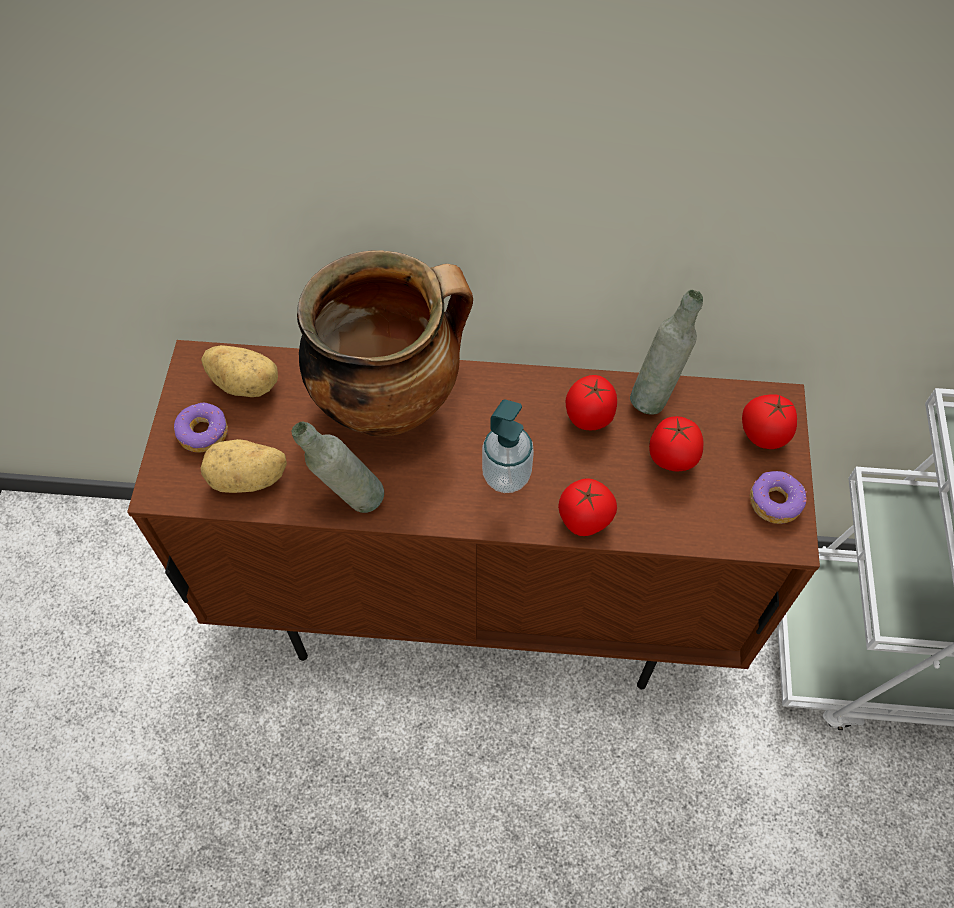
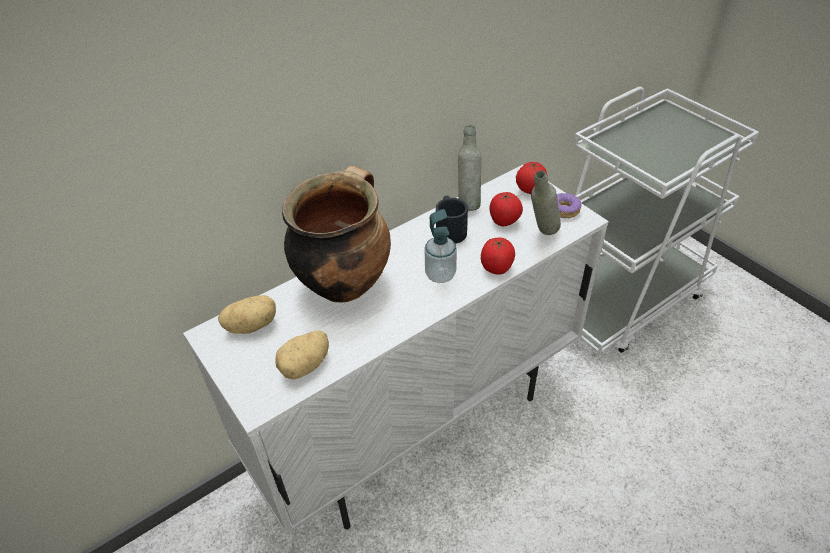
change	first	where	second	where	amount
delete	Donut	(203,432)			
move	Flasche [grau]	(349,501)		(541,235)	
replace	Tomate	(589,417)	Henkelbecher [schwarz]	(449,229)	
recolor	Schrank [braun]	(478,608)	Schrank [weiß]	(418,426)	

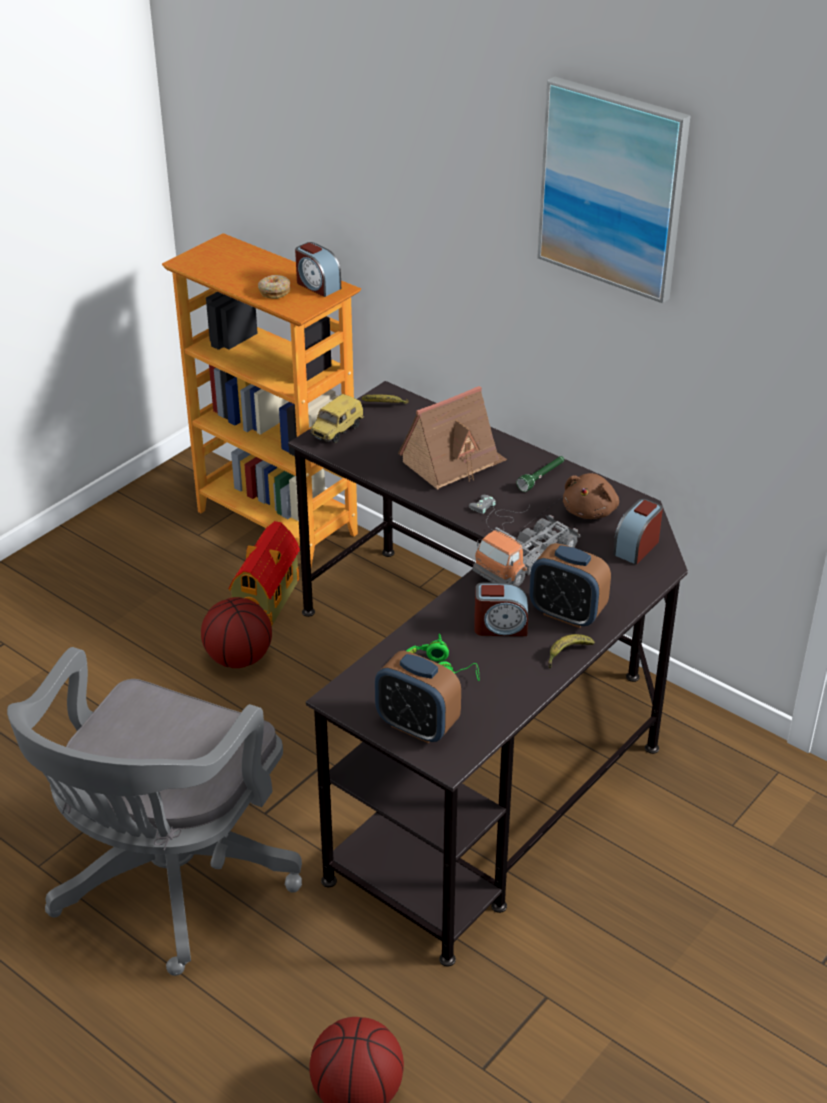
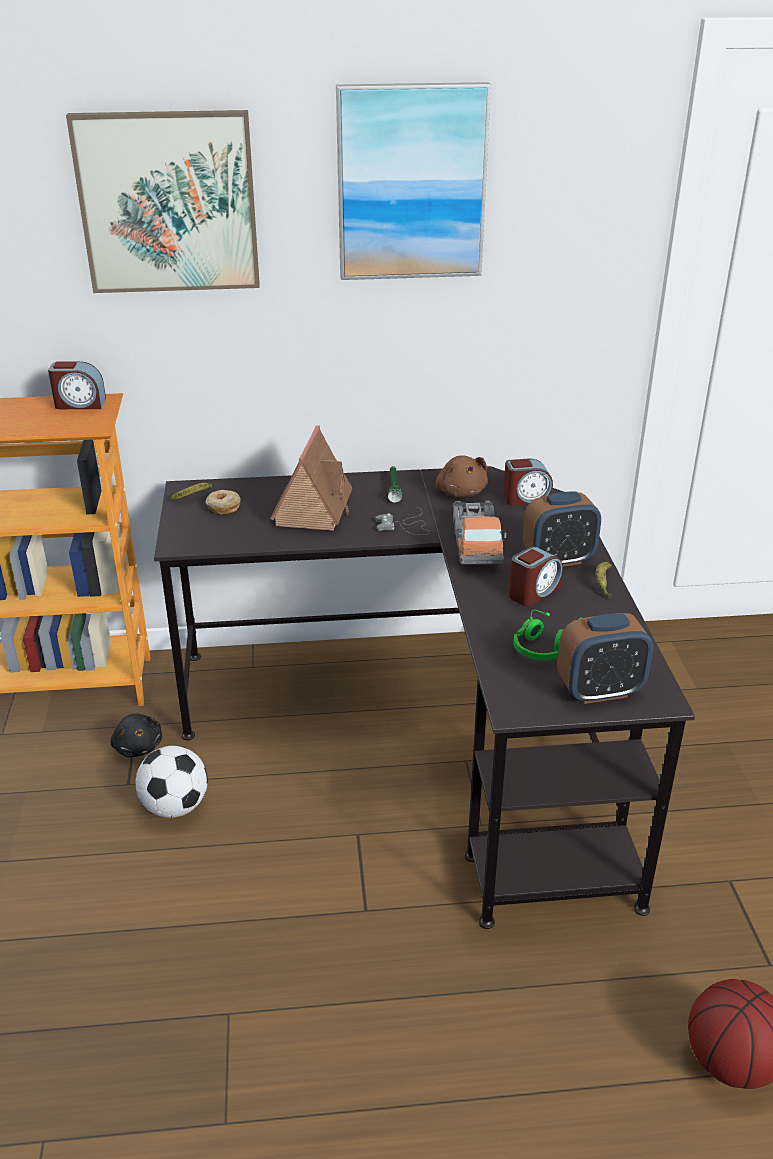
change	first	where	second	where	amount
delete	Bürostuhl [grau]	(167,882)			
delete	Spielzeugauto	(337,432)			
insert			Bild	(168,202)	
move	Donut	(274,291)		(223,507)	
replace	Basketball	(239,658)	Fußball	(175,806)	
replace	Spielzeughaus	(268,599)	Plüschtier [schwarz]	(138,746)	
rotate	Wecker	(636,547)		(526,498)	90 degrees counterclockwise

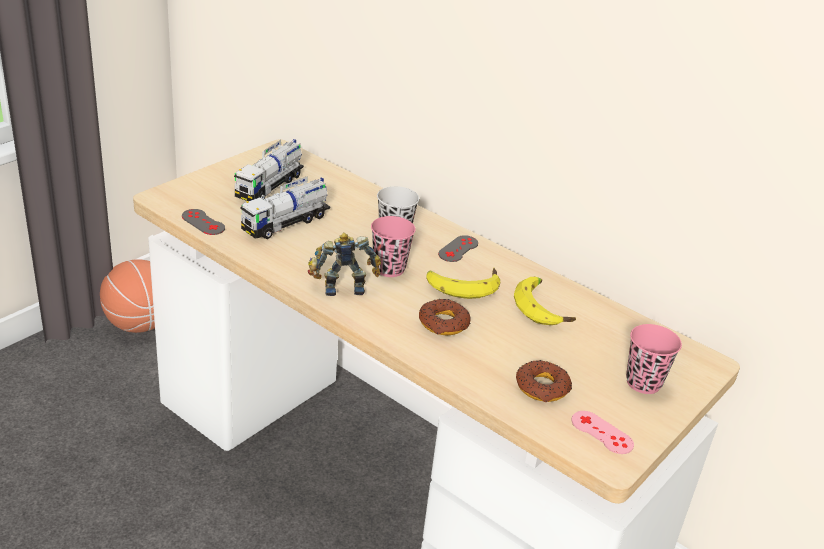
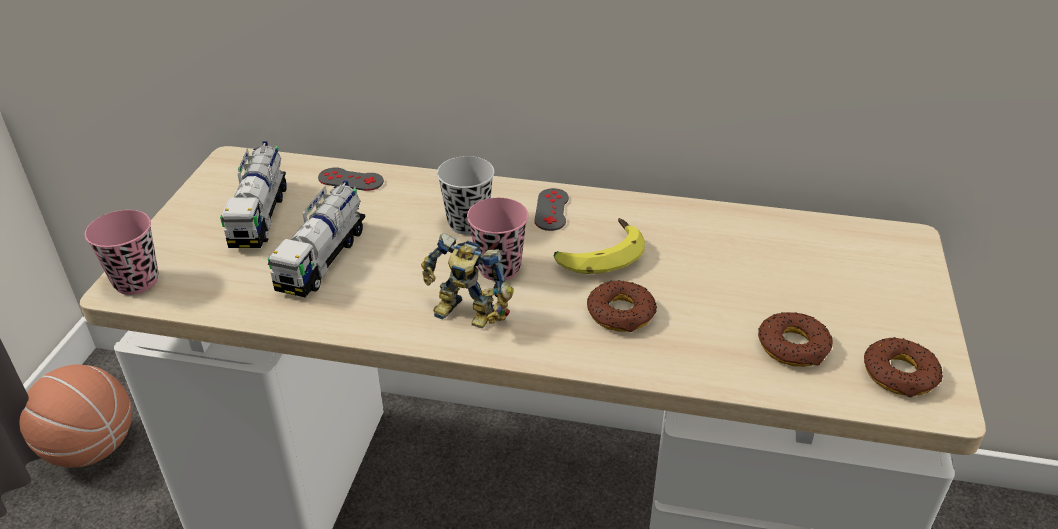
change	first	where	second	where	amount
delete	Banane	(543,308)			
move	Gamepad [grau]	(203,222)		(350,180)	
move	Tasse [rosa]	(643,383)		(136,281)	
replace	Gamepad [rosa]	(602,432)	Donut	(900,374)	
rotate	Spielzeugroboter	(342,286)		(465,316)	120 degrees counterclockwise

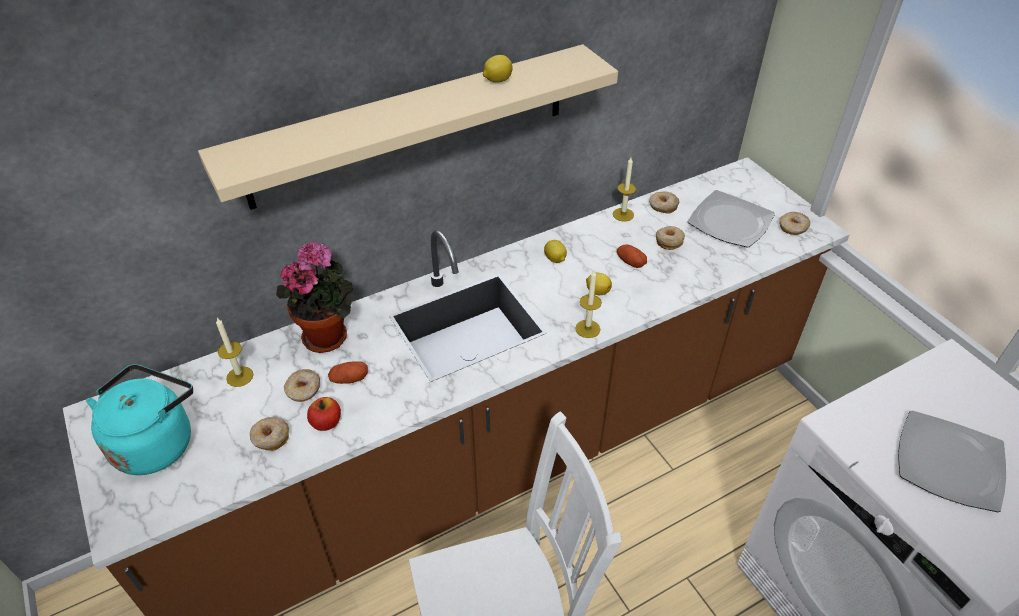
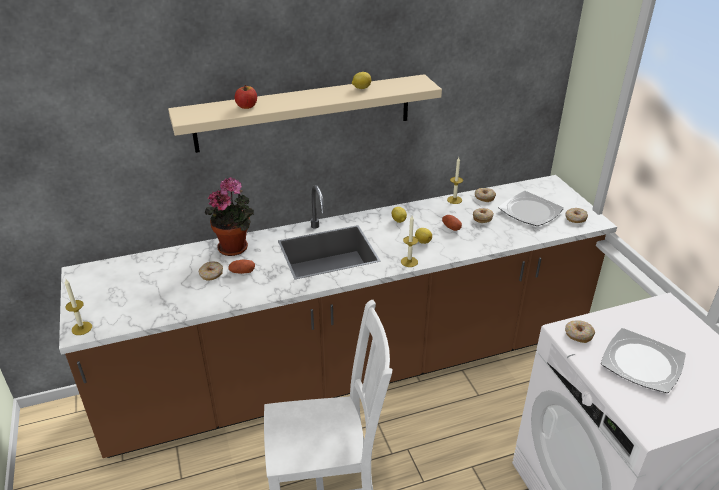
change	first	where	second	where	amount
delete	Wasserkessel [türkis]	(156,441)			
move	Kerze	(239,376)		(81,328)	
move	Donut	(270,438)		(578,335)	
move	Apfel	(326,422)		(247,106)	

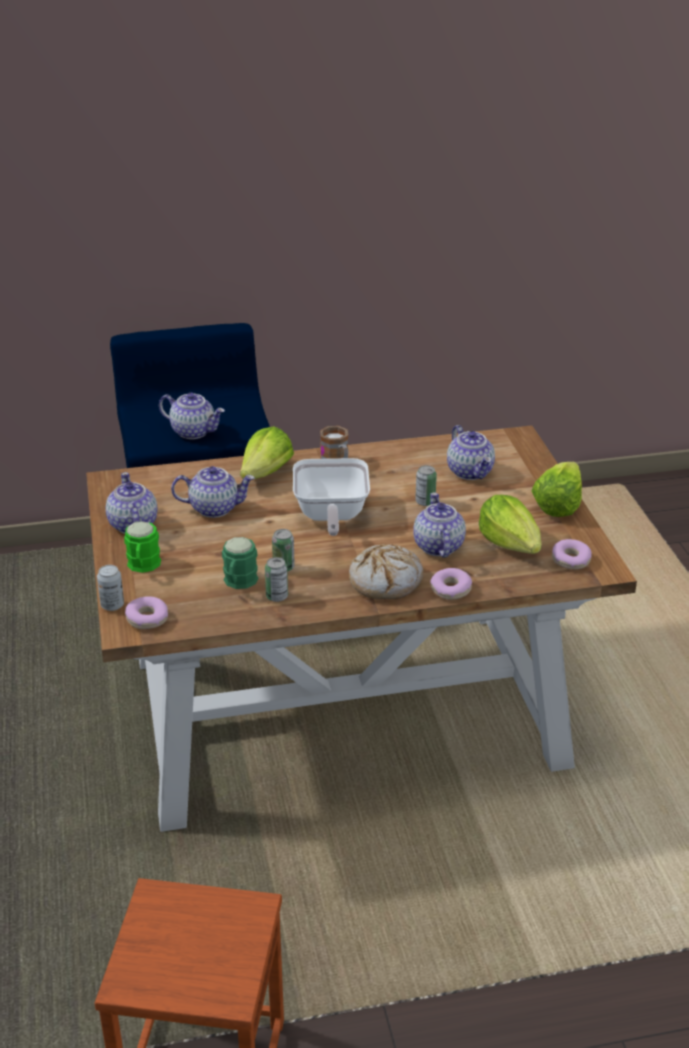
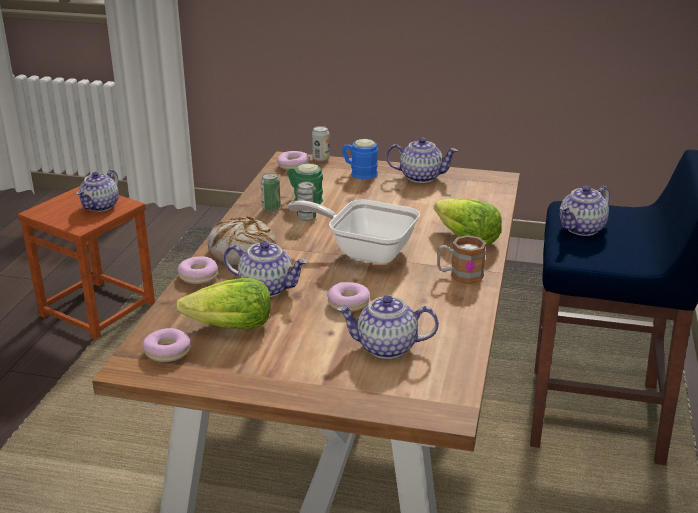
change	first	where	second	where	amount
delete	Salatkopf	(557,504)			
move	Teekanne	(215,508)		(101,206)	
replace	Dose	(425,502)	Donut	(348,303)	
recolor	Henkelbecher [grün]	(143,566)	Henkelbecher [blau]	(359,173)	

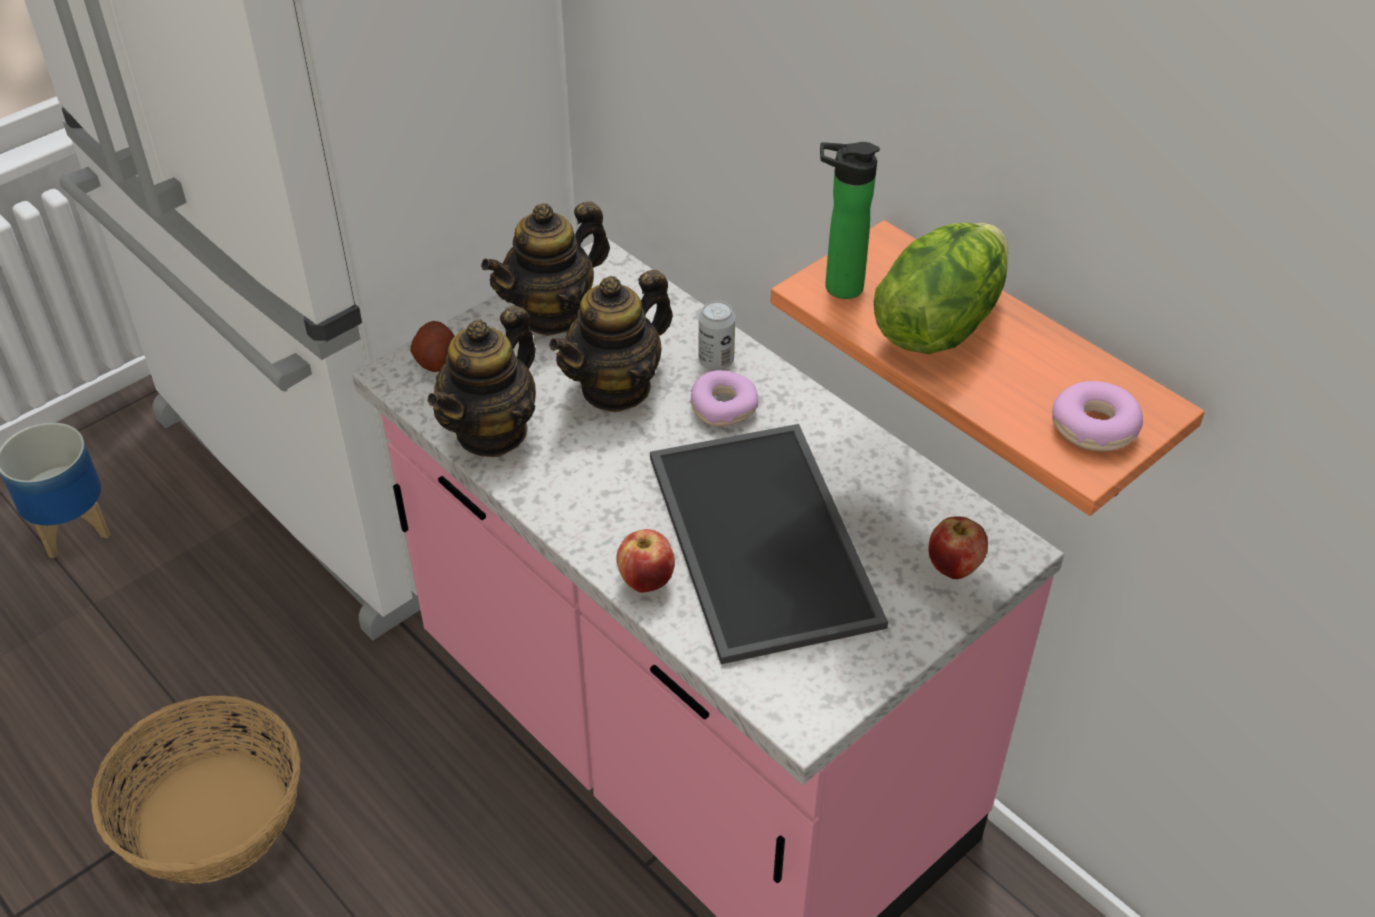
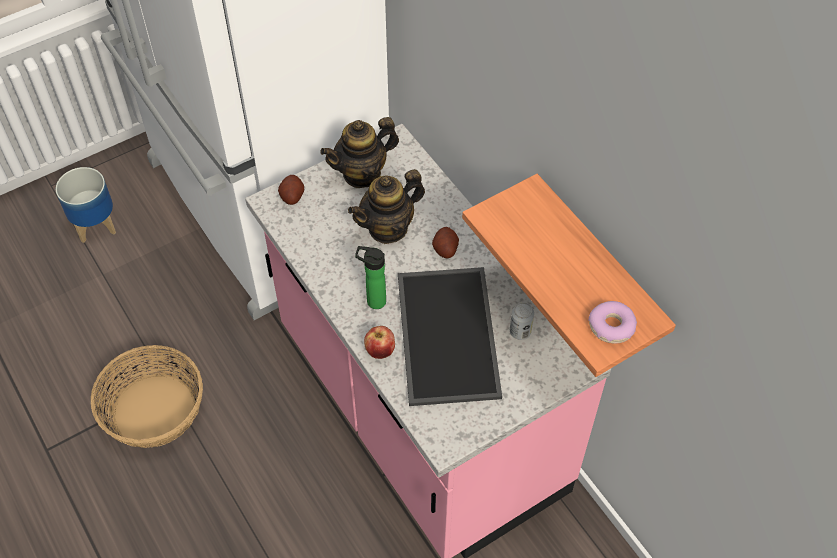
change	first	where	second	where	amount
delete	Teekanne	(492,431)			
delete	Salatkopf	(937,324)			
delete	Apfel	(953,567)			
move	Dose	(716,361)		(520,332)	
move	Flasche	(837,287)		(373,301)	
replace	Donut	(723,407)	Kartoffel	(445,249)	

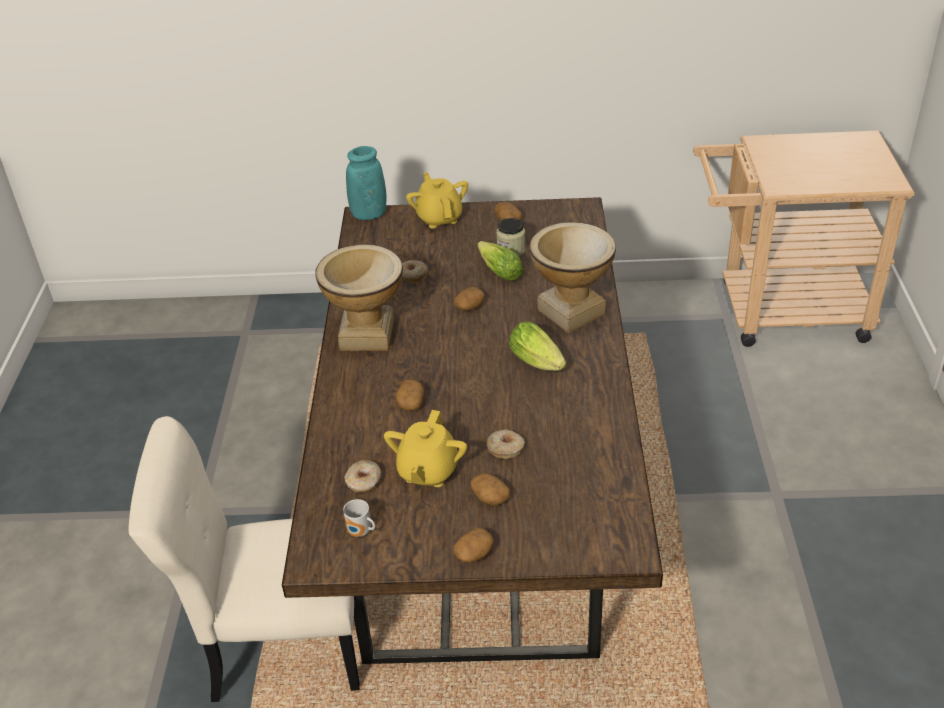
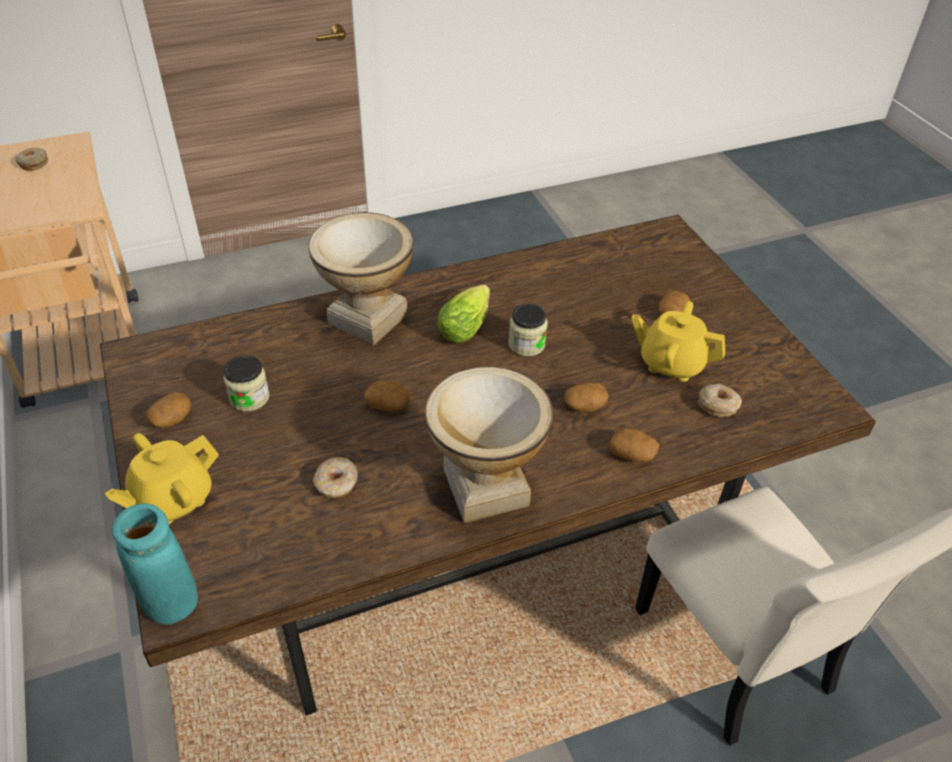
change	first	where	second	where	amount
delete	Henkelbecher	(360,533)			
delete	Salatkopf	(498,271)			
insert			Vorratsglas	(526,344)	
move	Kartoffel	(474,554)		(632,454)	
move	Donut	(506,448)		(33,163)	
rotate	Teekanne [gelb]	(427,471)		(671,363)	150 degrees counterclockwise

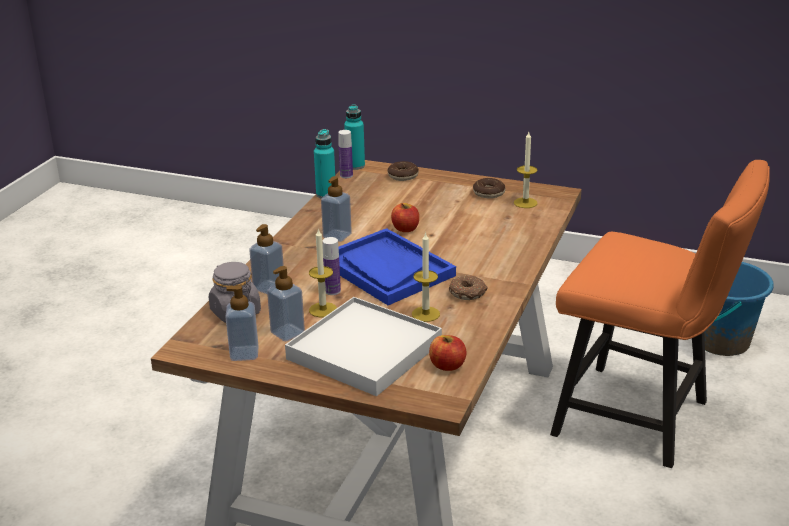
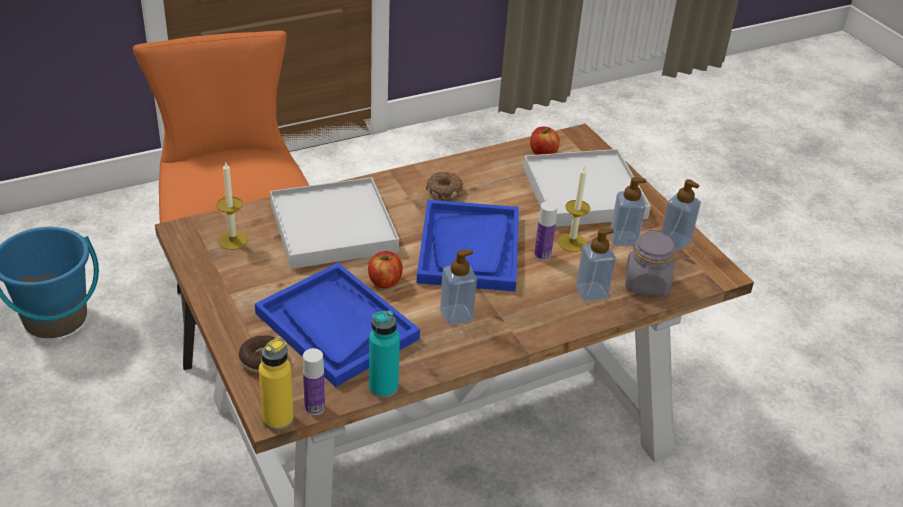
change	first	where	second	where	amount
delete	Kerze	(425,314)			
delete	Donut	(488,193)			
insert			Tablett [blau]	(336,326)	
insert			Tablett [weiß]	(332,227)	
recolor	Flasche [türkis]	(355,166)	Flasche [gelb]	(278,419)	

